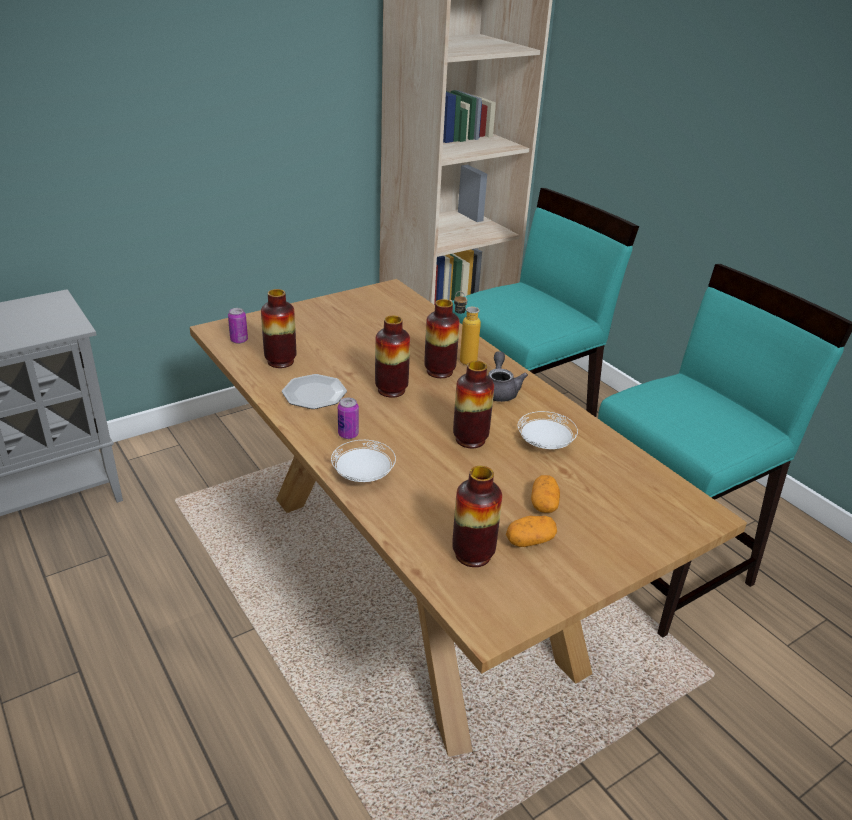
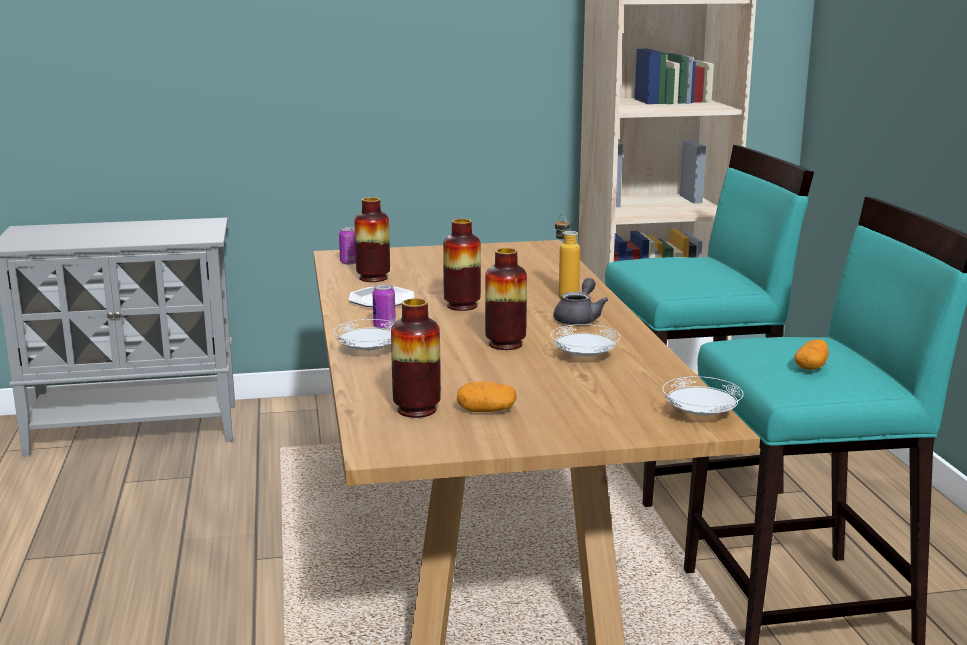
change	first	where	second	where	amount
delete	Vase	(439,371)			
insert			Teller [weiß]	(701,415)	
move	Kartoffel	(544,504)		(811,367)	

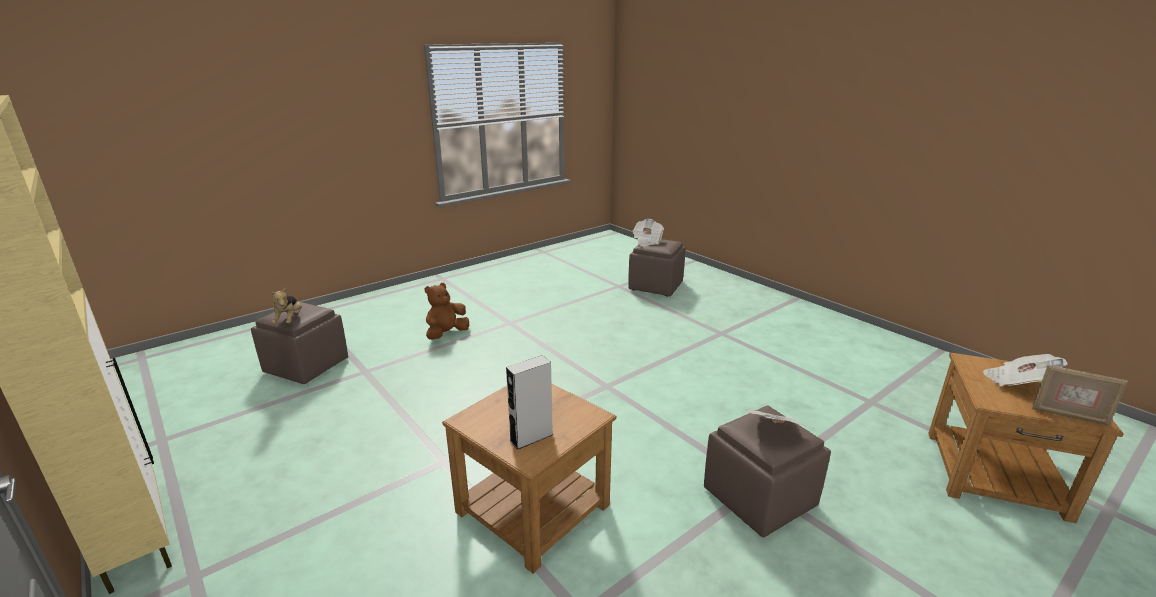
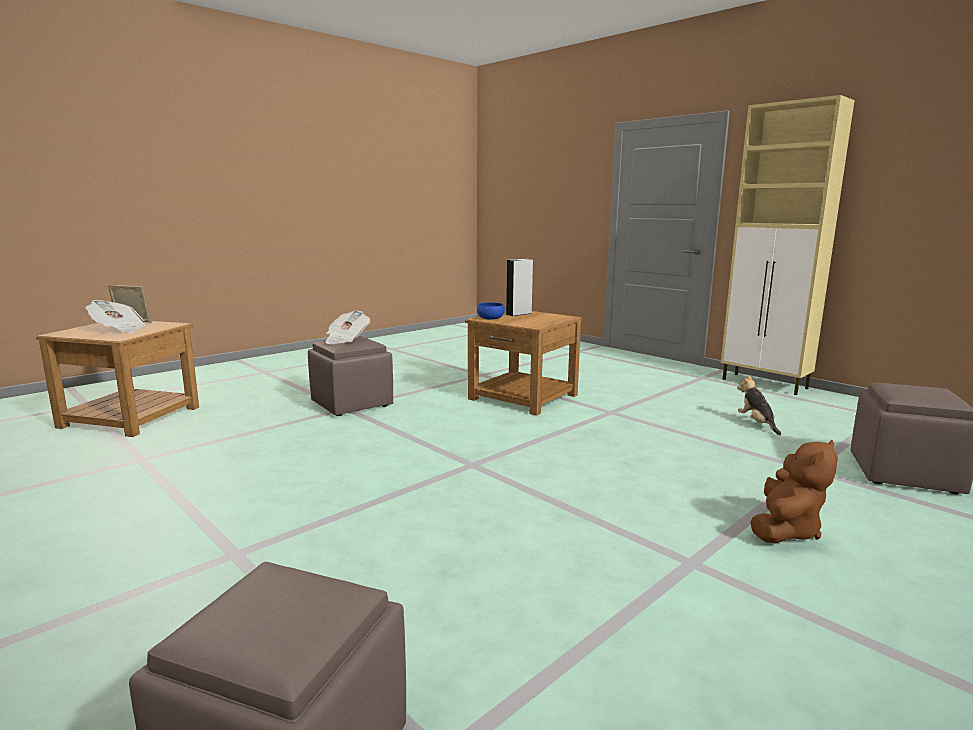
change	first	where	second	where	amount
delete	Zeitung	(647,241)			
insert			Schüssel [blau]	(490,318)	
move	Plüschtier	(289,320)		(757,424)	

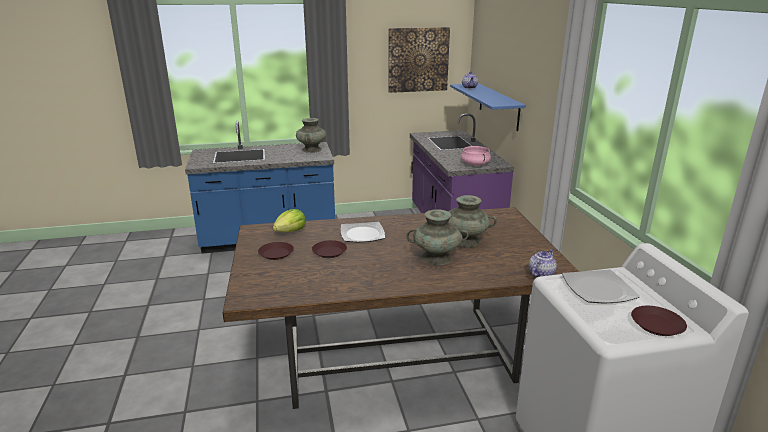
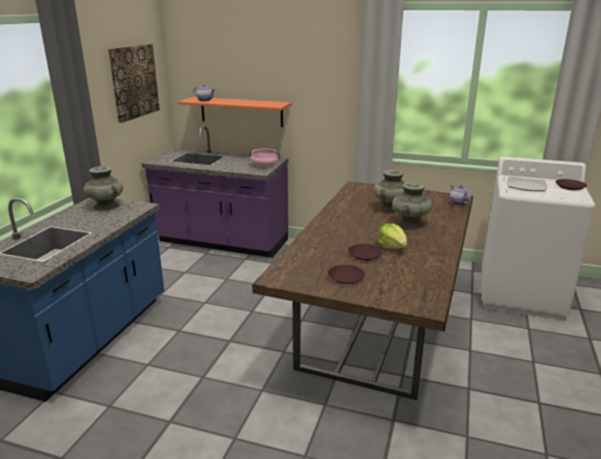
change	first	where	second	where	amount
delete	Teller	(362,234)			
move	Salatkopf	(290,231)		(392,246)	
recolor	Wandregal [blau]	(498,106)	Wandregal [orange]	(241,111)	

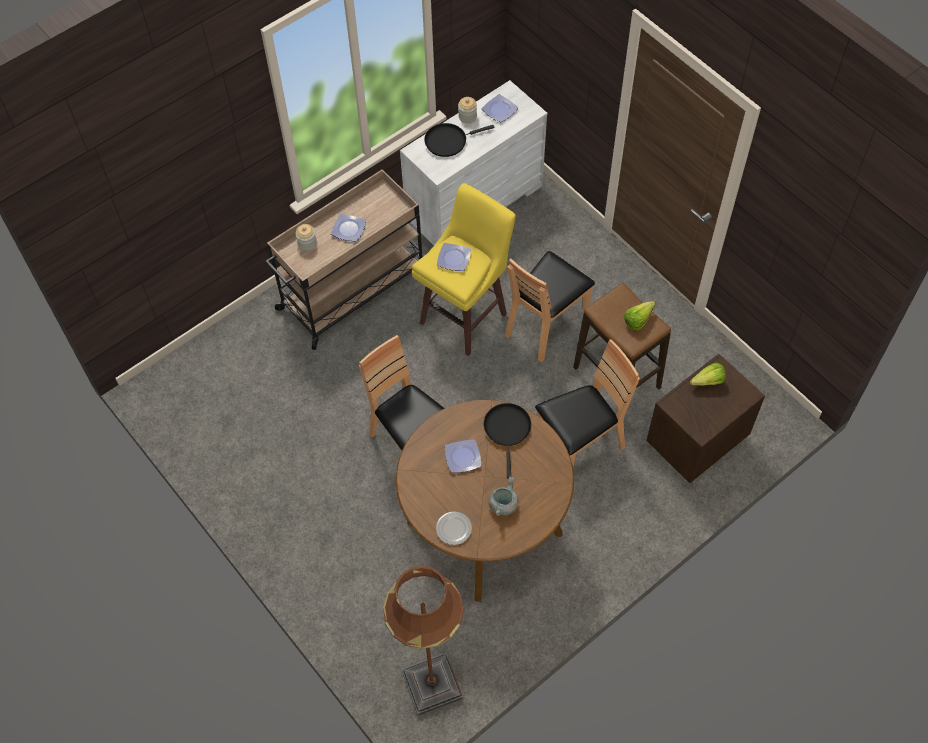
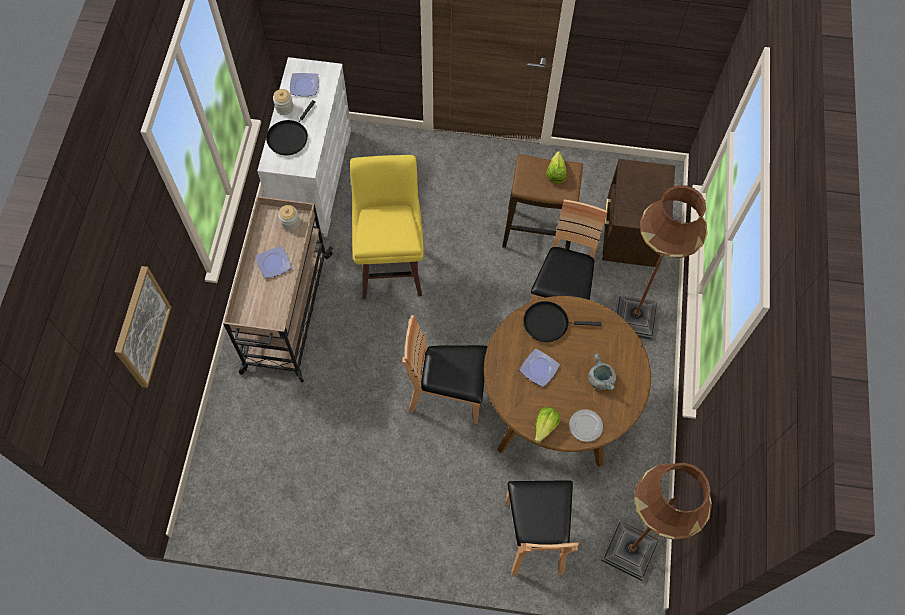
change	first	where	second	where	amount
delete	Teller	(454,259)			
insert			Bild	(141,327)	
insert			Stehlampe [braun]	(634,318)	
move	Vorratsglas	(307,243)		(290,222)	
move	Stuhl [braun]	(545,326)		(535,536)	
move	Salatkopf	(705,382)		(542,429)	
rotate	Pfanne [schwarz]	(507,430)		(549,323)	45 degrees counterclockwise

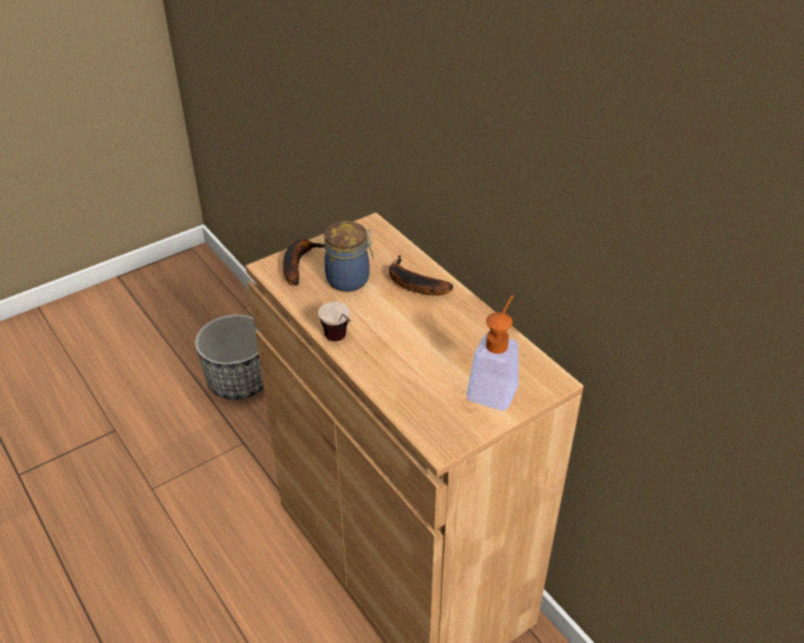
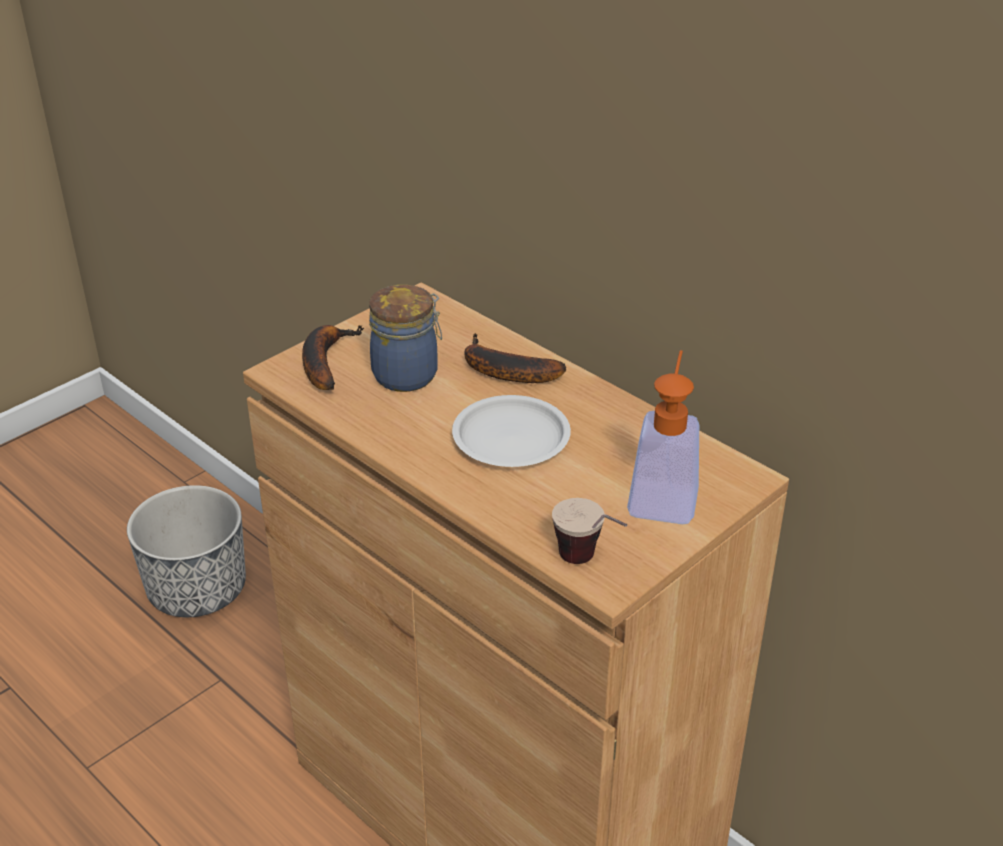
change	first	where	second	where	amount
insert			Teller [weiß]	(511,439)	
move	Tasse	(340,342)		(590,565)	

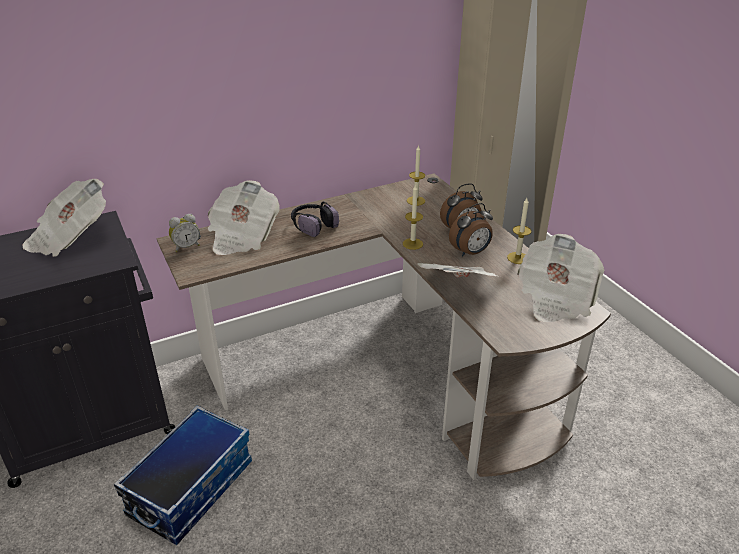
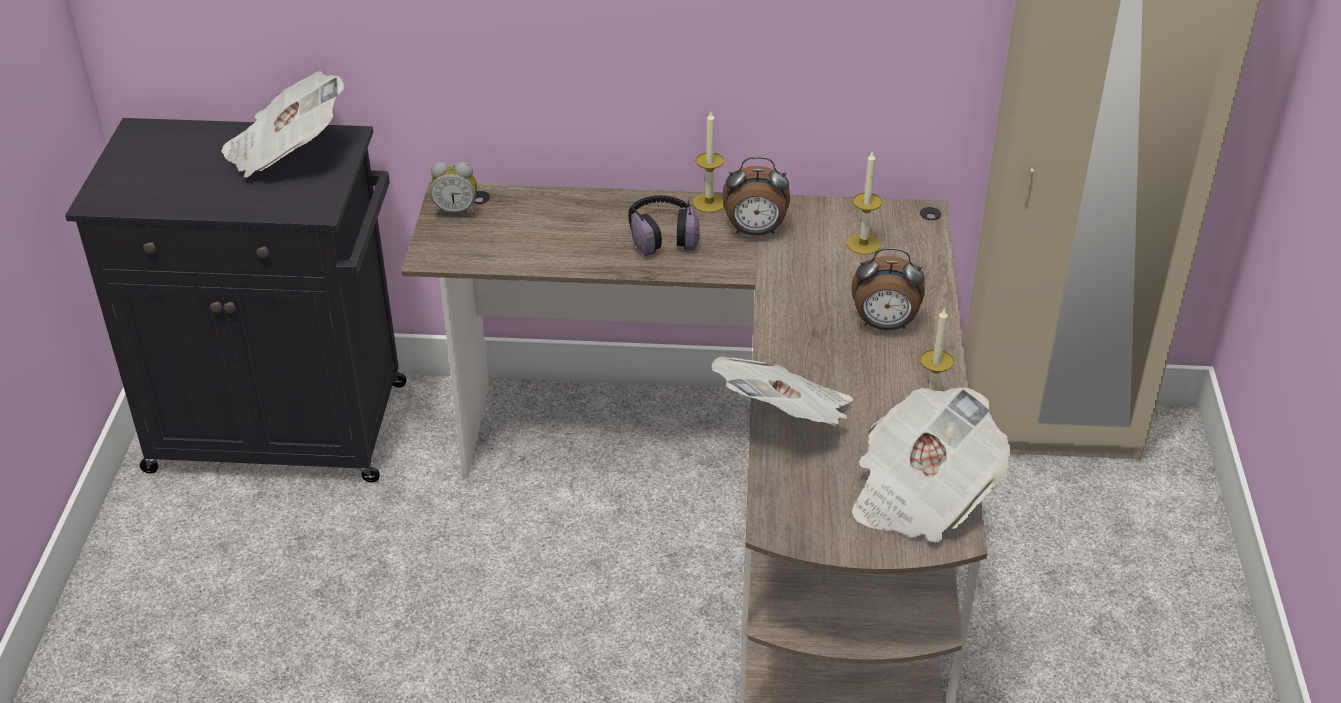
change	first	where	second	where	amount
delete	Aufbewahrungsbox	(191,488)			
delete	Zeitung	(242,236)			
move	Kerze	(412,244)		(709,202)	
move	Wecker	(470,252)		(755,232)	

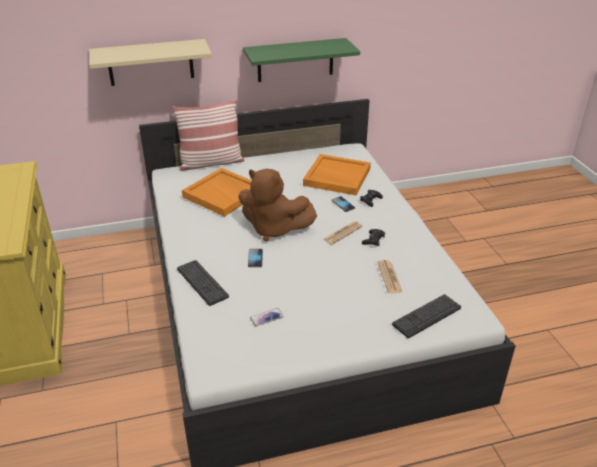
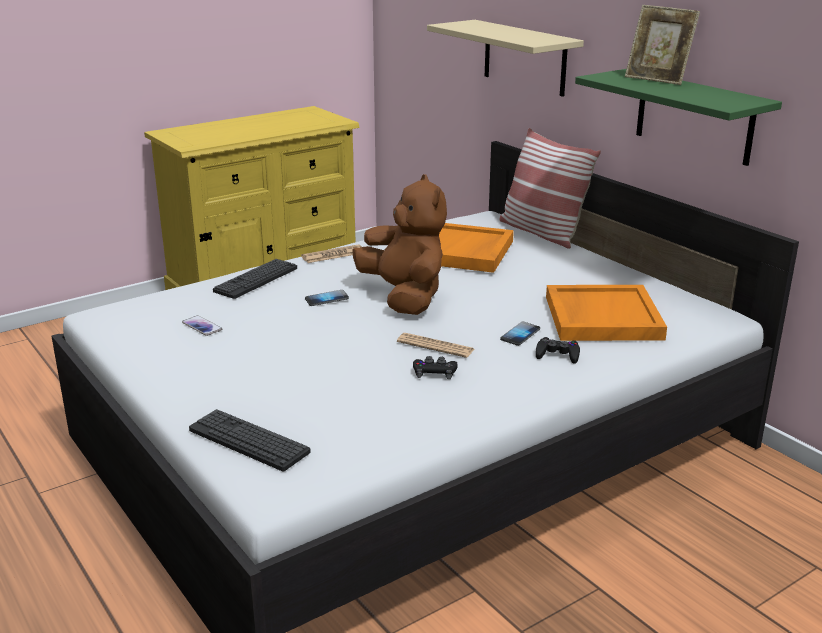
change	first	where	second	where	amount
insert			Bilderrahmen	(657,79)	
move	Zeitung	(389,277)		(333,255)	
rotate	Plüschtier [braun]	(274,229)		(404,297)	150 degrees clockwise

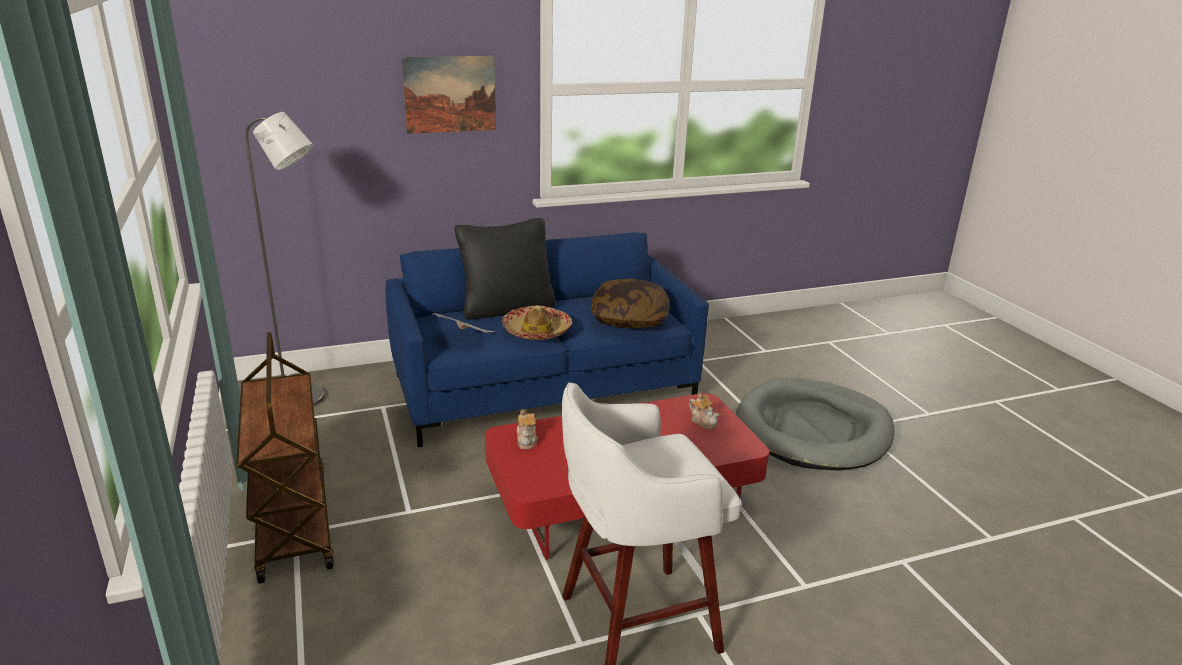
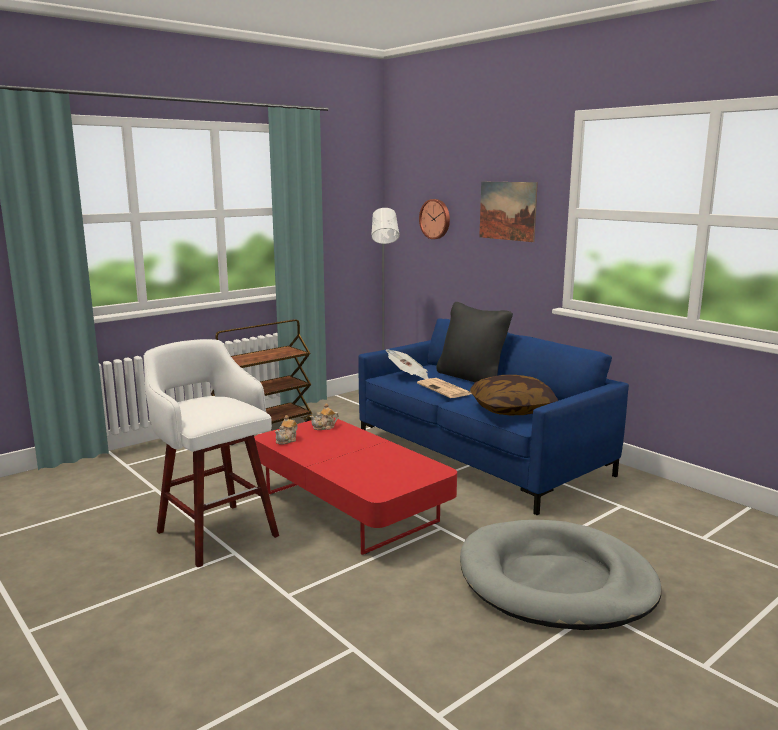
change	first	where	second	where	amount
insert			Wanduhr	(435,219)	
move	Teekanne	(703,421)		(287,440)	
replace	Hut	(537,331)	Zeitung	(445,389)	

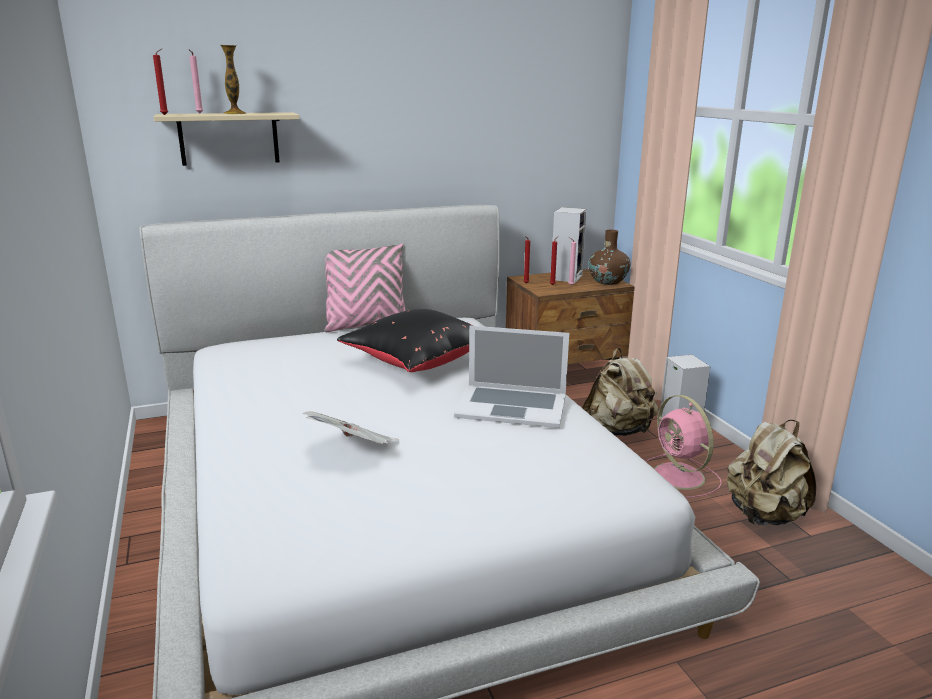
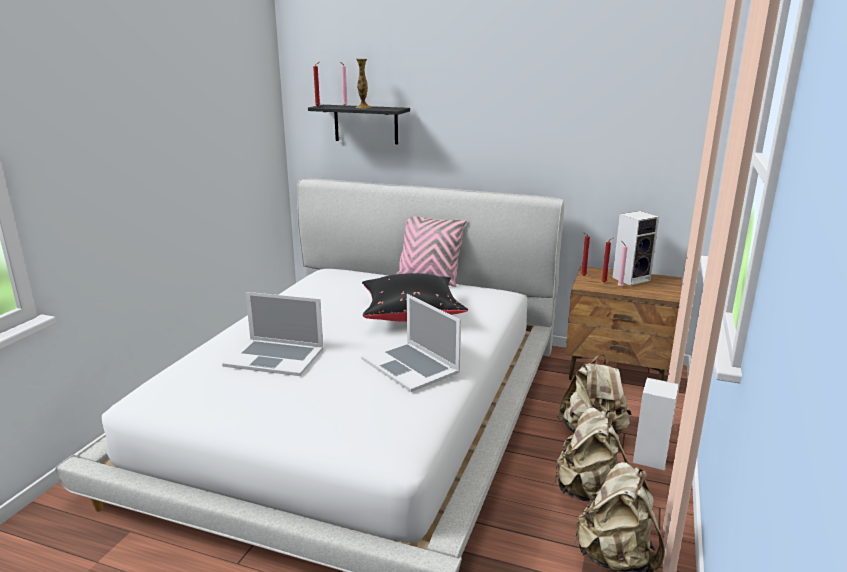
change	first	where	second	where	amount
delete	Vase [braun]	(608,281)			
replace	Zeitung	(354,450)	Laptop	(275,357)	
replace	Ventilator [rosa]	(680,477)	Rucksack [beige]	(588,491)	
recolor	Wandregal [beige]	(229,138)	Wandregal [schwarz]	(366,124)	

